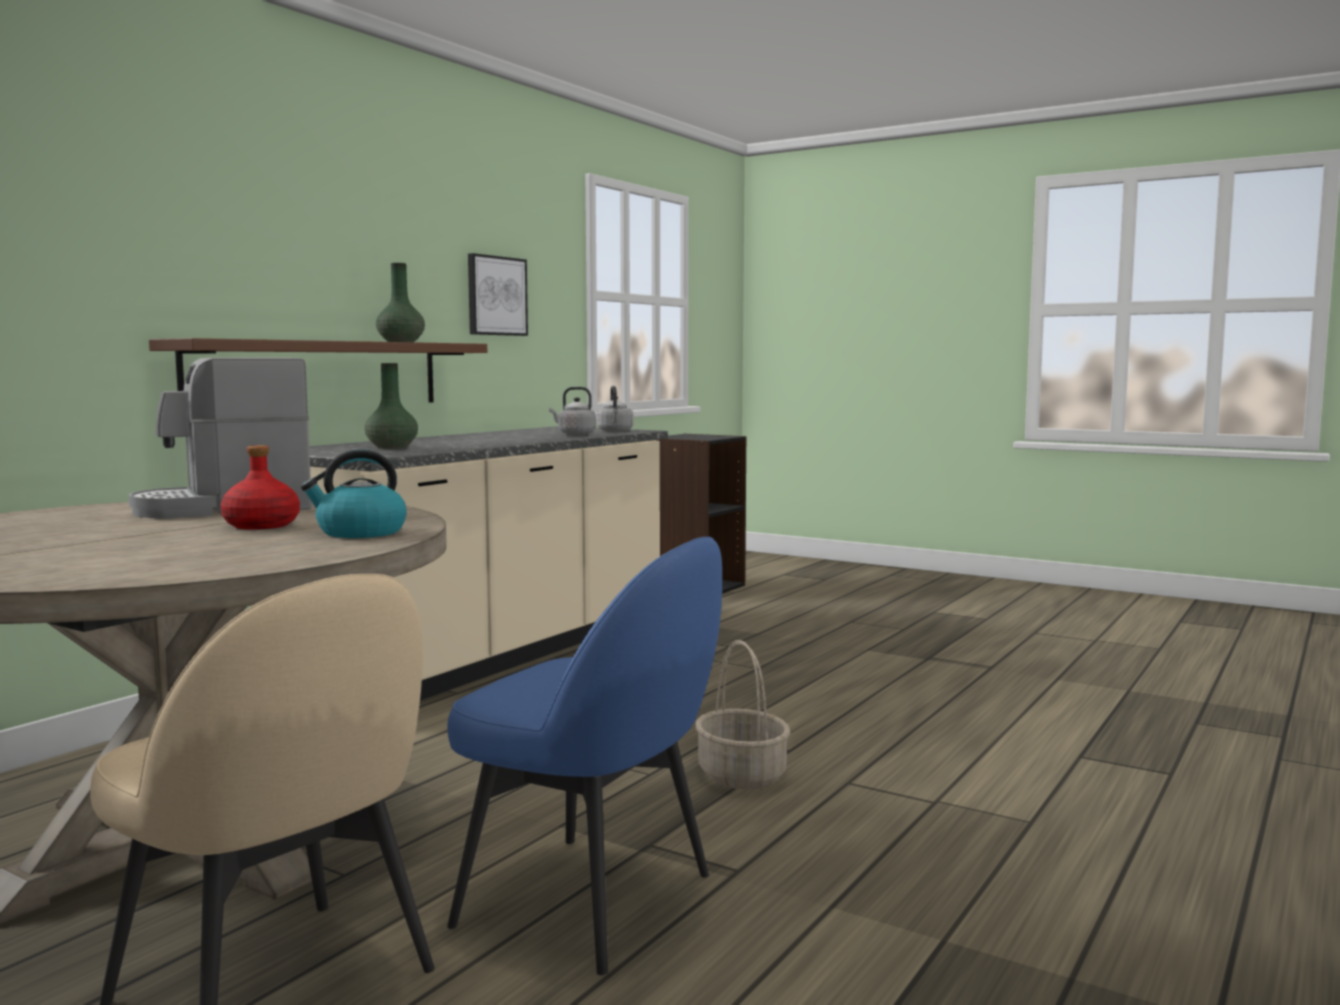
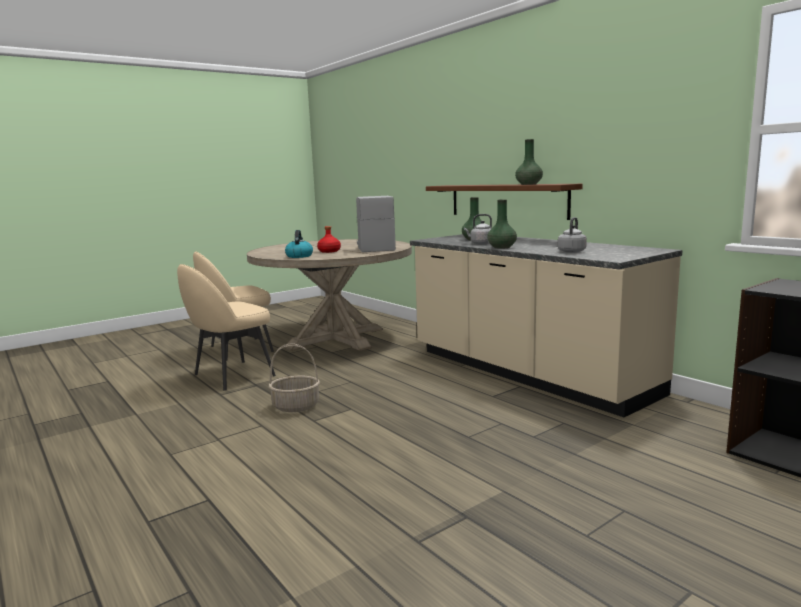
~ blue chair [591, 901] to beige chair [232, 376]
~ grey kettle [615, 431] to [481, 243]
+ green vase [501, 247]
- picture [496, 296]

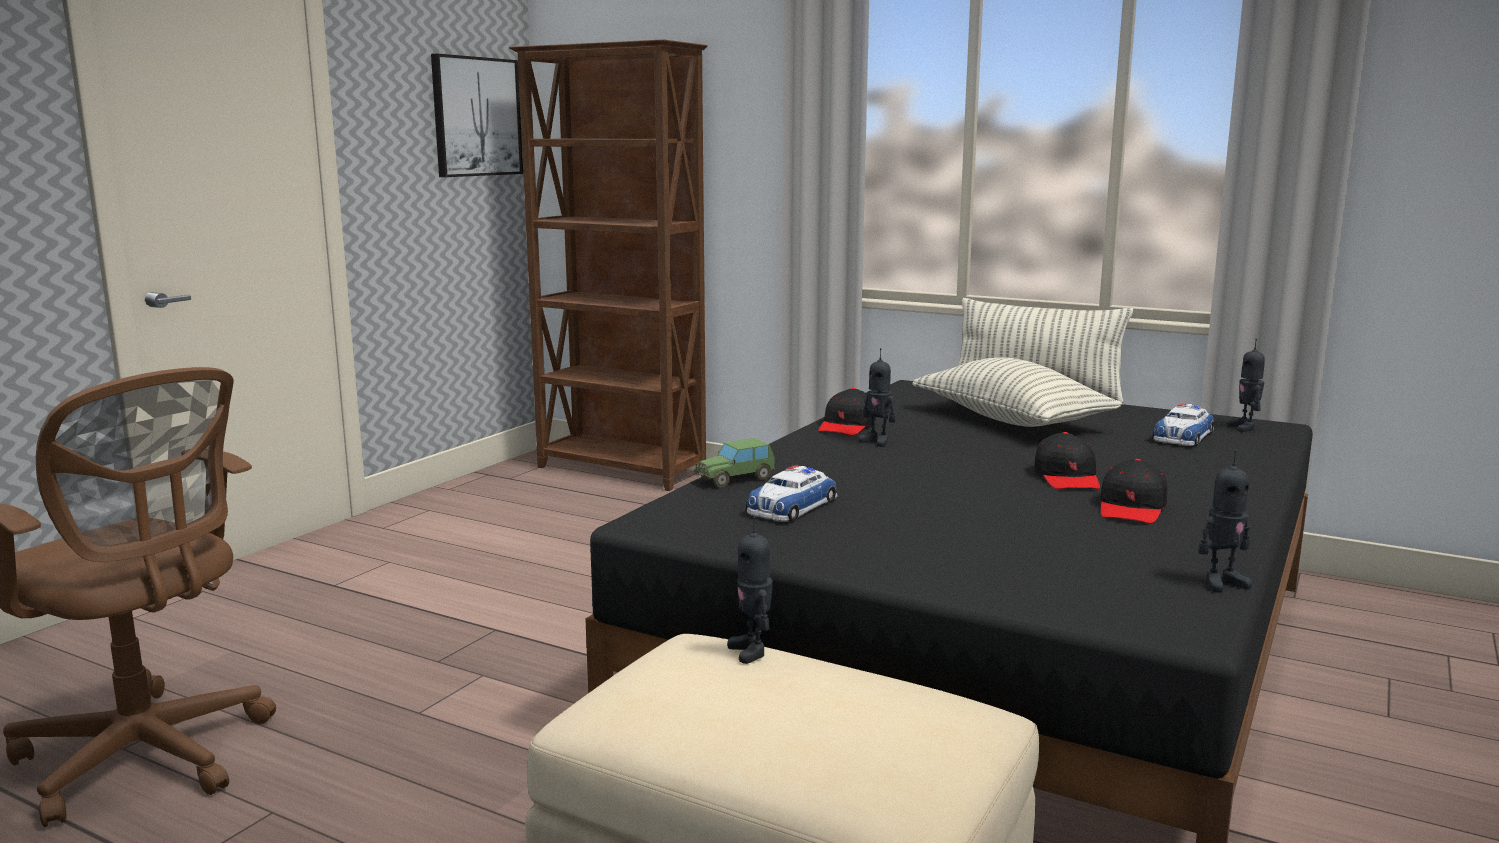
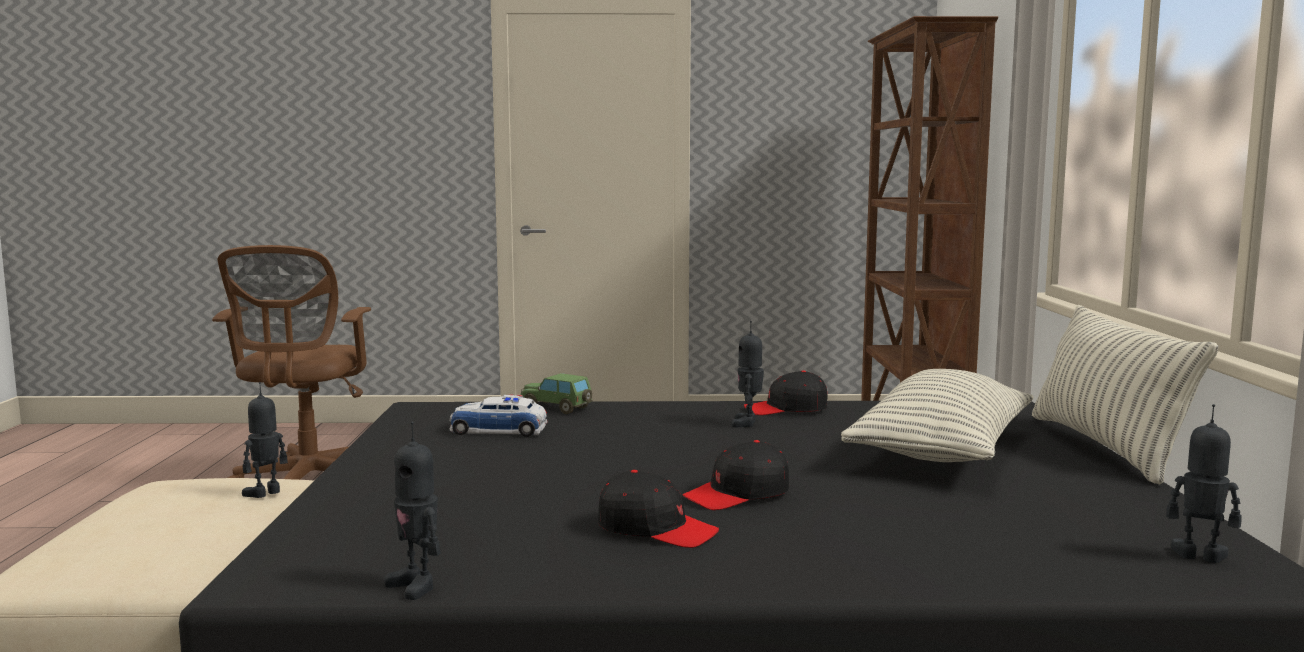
~ black cap [1132, 508] = [656, 529] 150 degrees counterclockwise
~ toy robot [1244, 428] = [1199, 557] 60 degrees clockwise
- picture [476, 117]
- toy car [1183, 436]

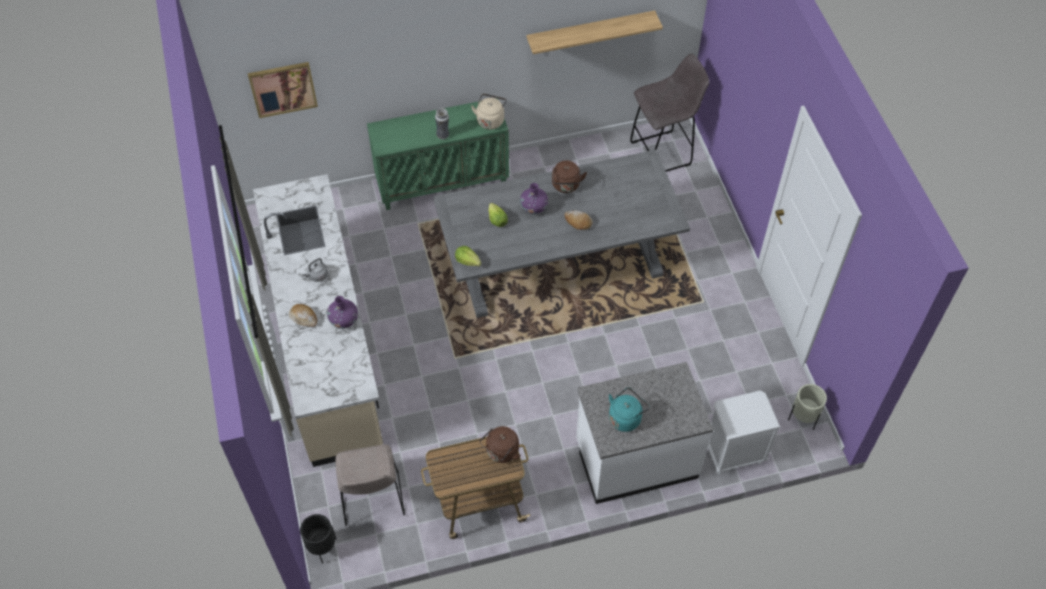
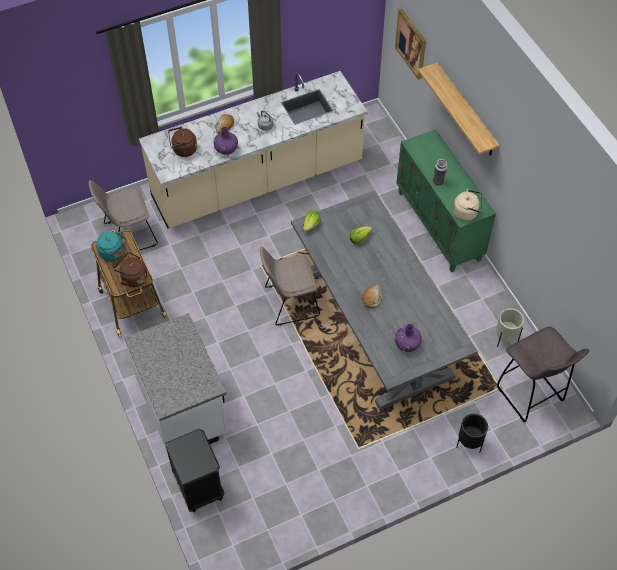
~ turquoise kettle [626, 417] to [113, 253]
~ white nightstand [733, 453] to black nightstand [199, 487]
~ brown kettle [566, 186] to [183, 150]
+ beige chair [289, 302]
~ purple vase [534, 208] to [407, 344]
~ shelf [590, 32] to [466, 111]
~ black planter [322, 548] to [469, 443]
~ beige planter [803, 418] to [505, 339]

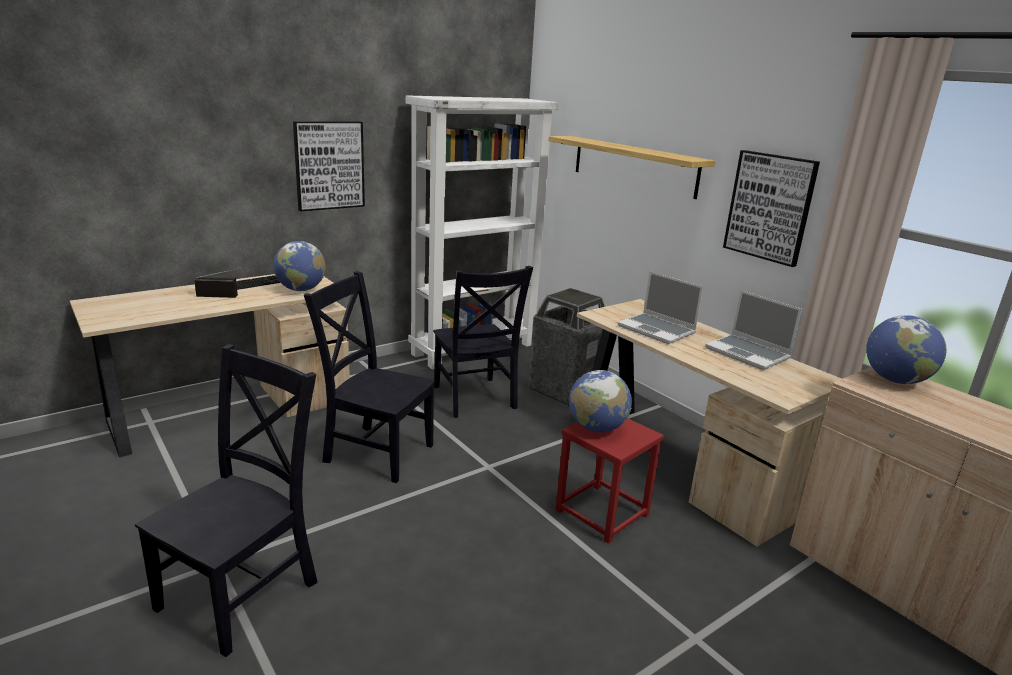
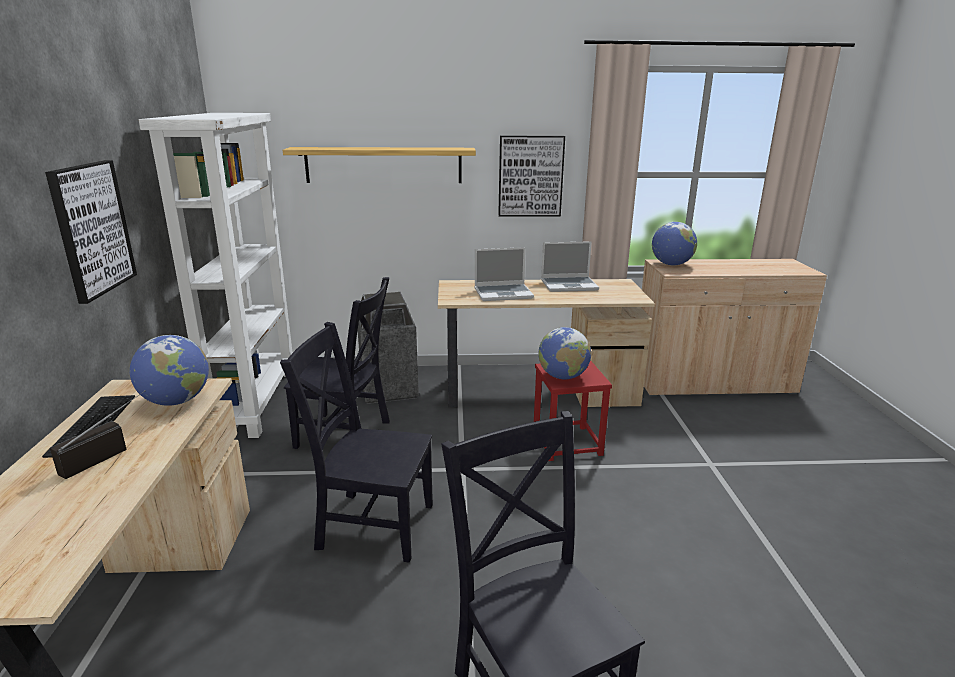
~ black chair [375, 451] = [371, 524] 45 degrees clockwise

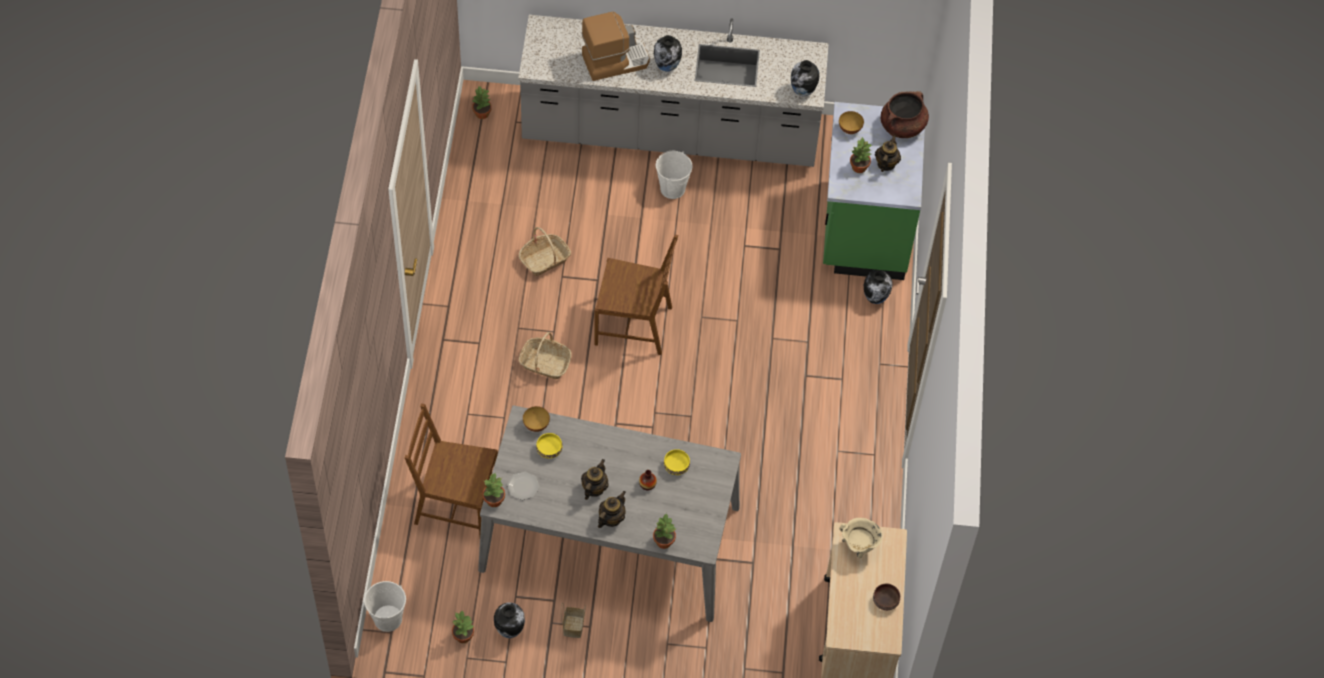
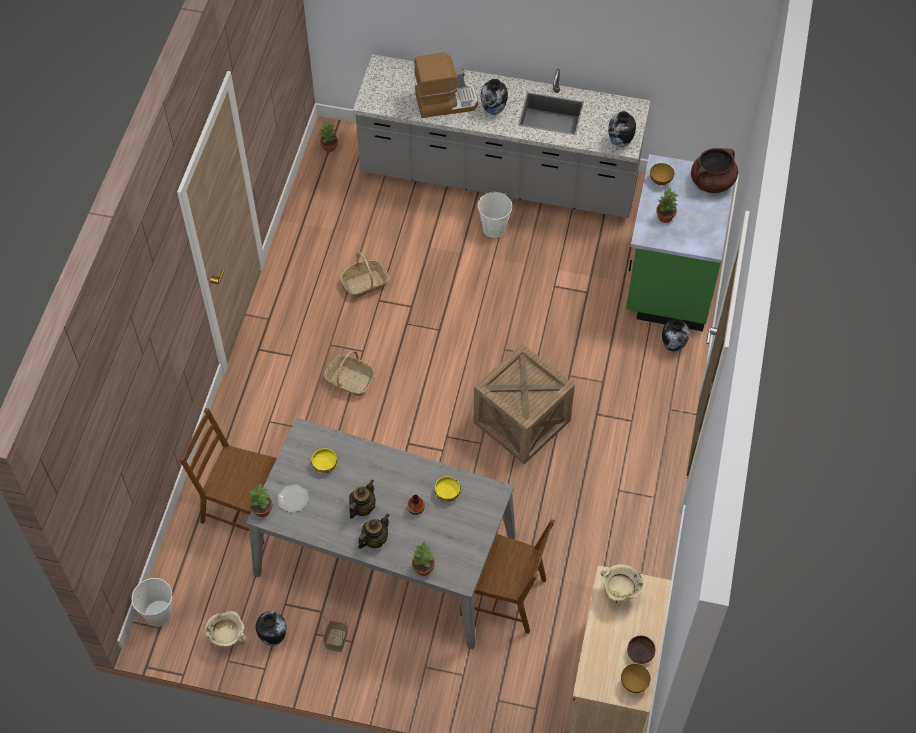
~ potted plant [463, 636] to beige cooking pot [228, 638]
~ brown chair [634, 324] to [504, 596]
+ crate [522, 422]
~ bowl [536, 425] to [634, 683]
- teapot [886, 164]

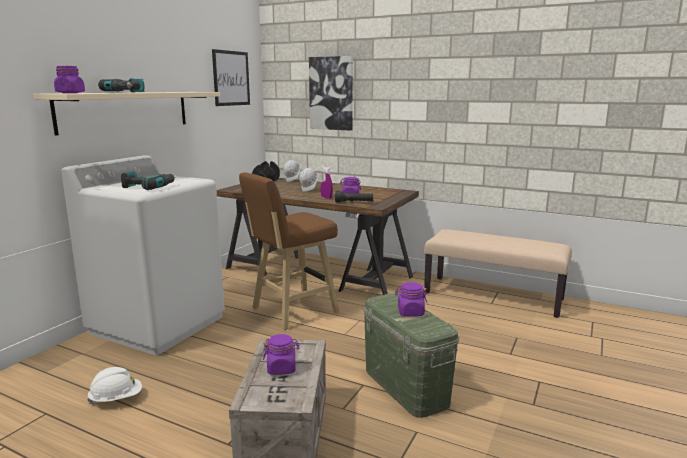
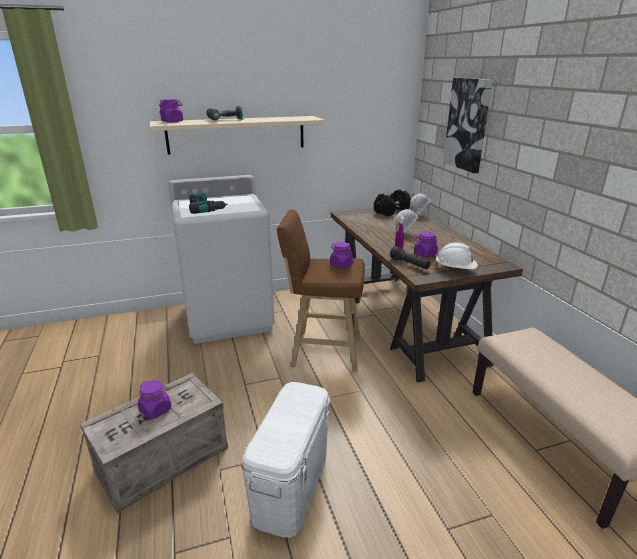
~ green storage box [406, 386] to white storage box [291, 486]
~ purple jar [410, 312] to [341, 265]
~ white hard hat [116, 399] to [455, 269]
- picture [231, 78]

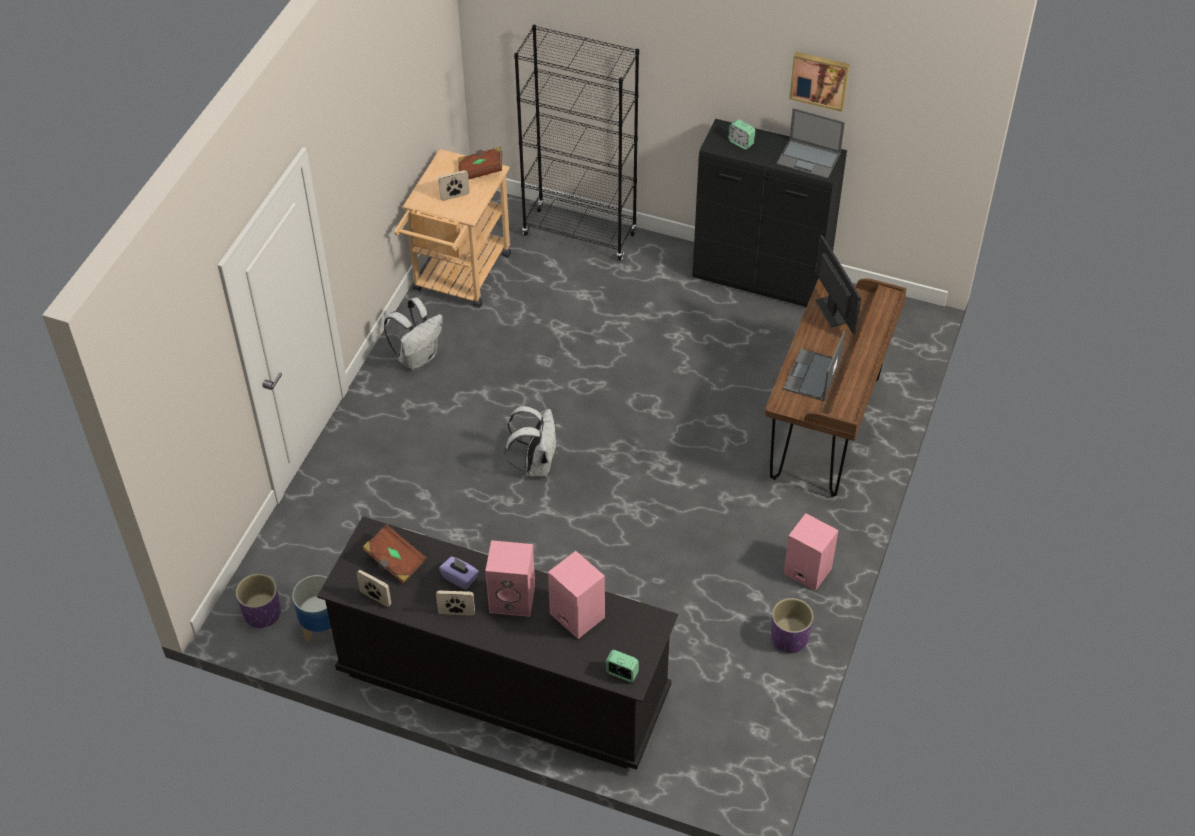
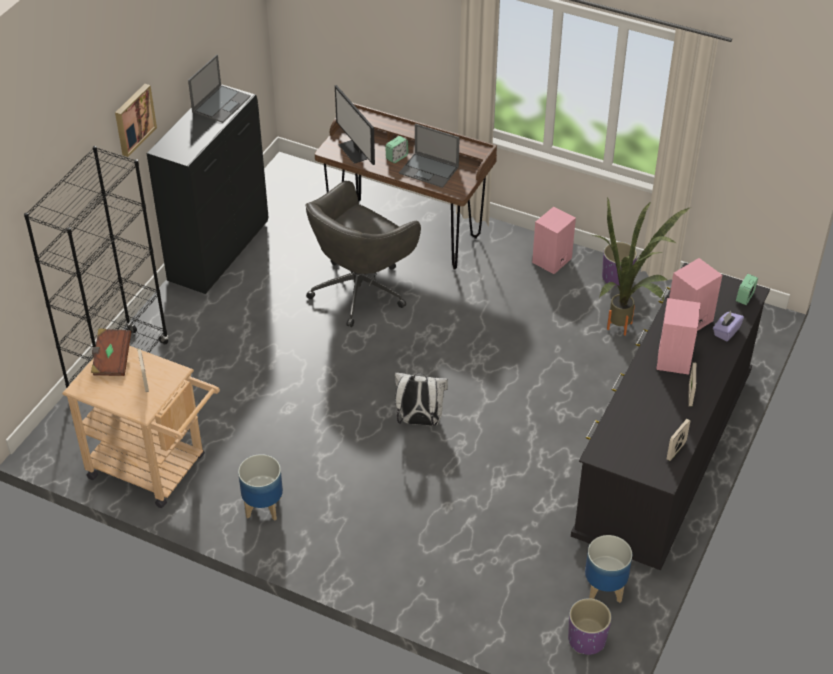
~ picture [820, 79] to [133, 119]
~ white backpack [417, 357] to planter [262, 507]
+ grey office chair [361, 290]
~ monitor [832, 310] = [356, 151] 105 degrees counterclockwise
~ alarm clock [741, 142] to [397, 157]
+ potted plant [626, 330]
~ purple tissue box [460, 578] to [726, 332]
- brown book [394, 561]

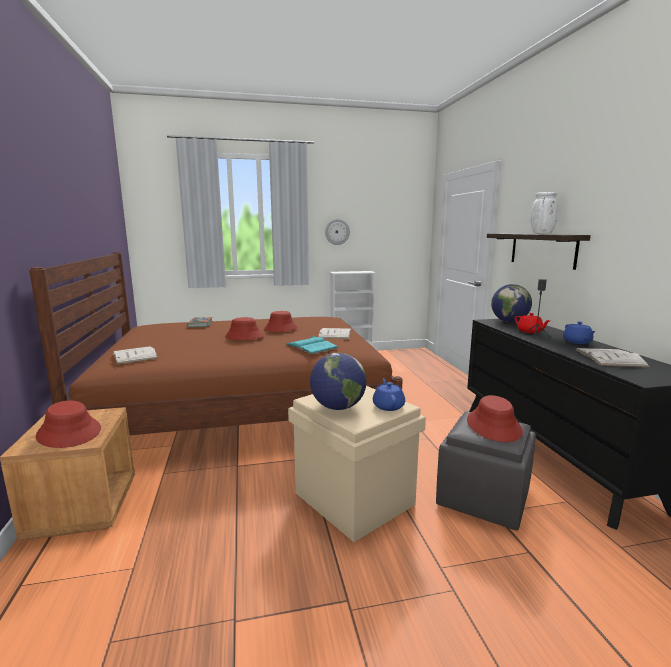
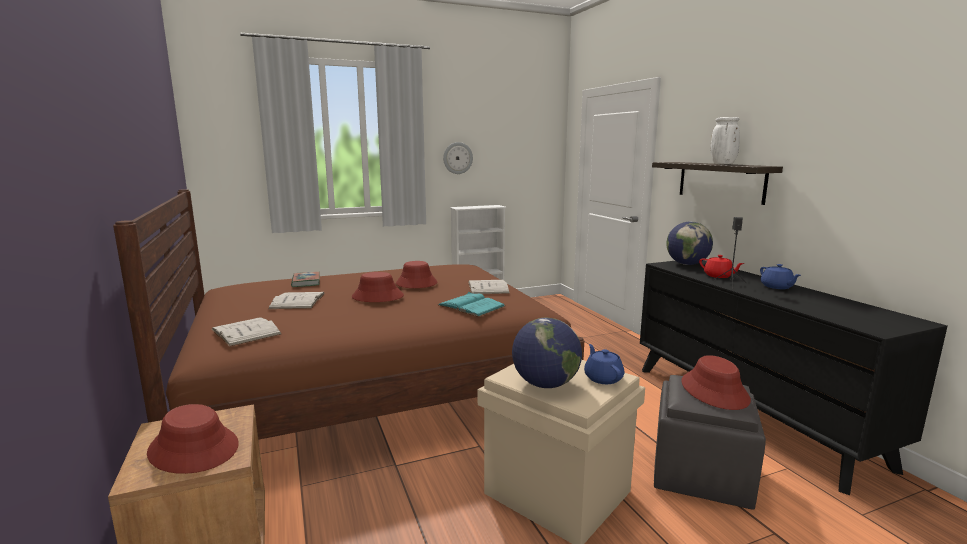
~ white book [609, 358] to [297, 301]

